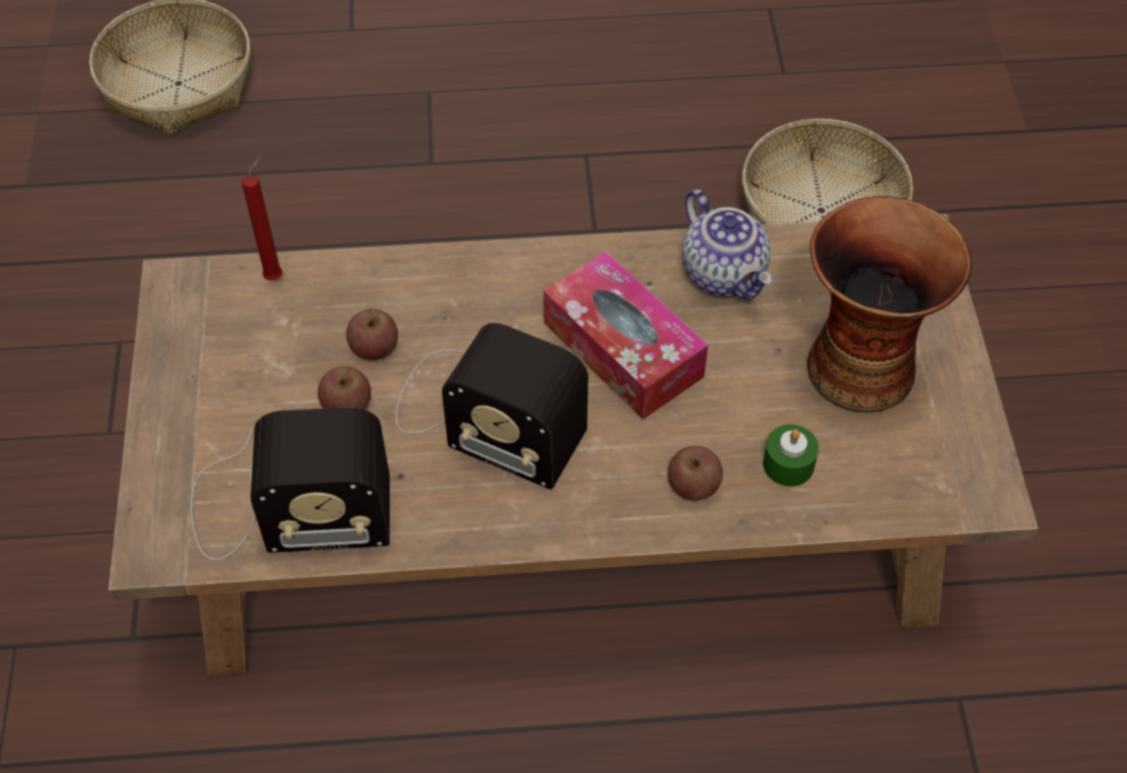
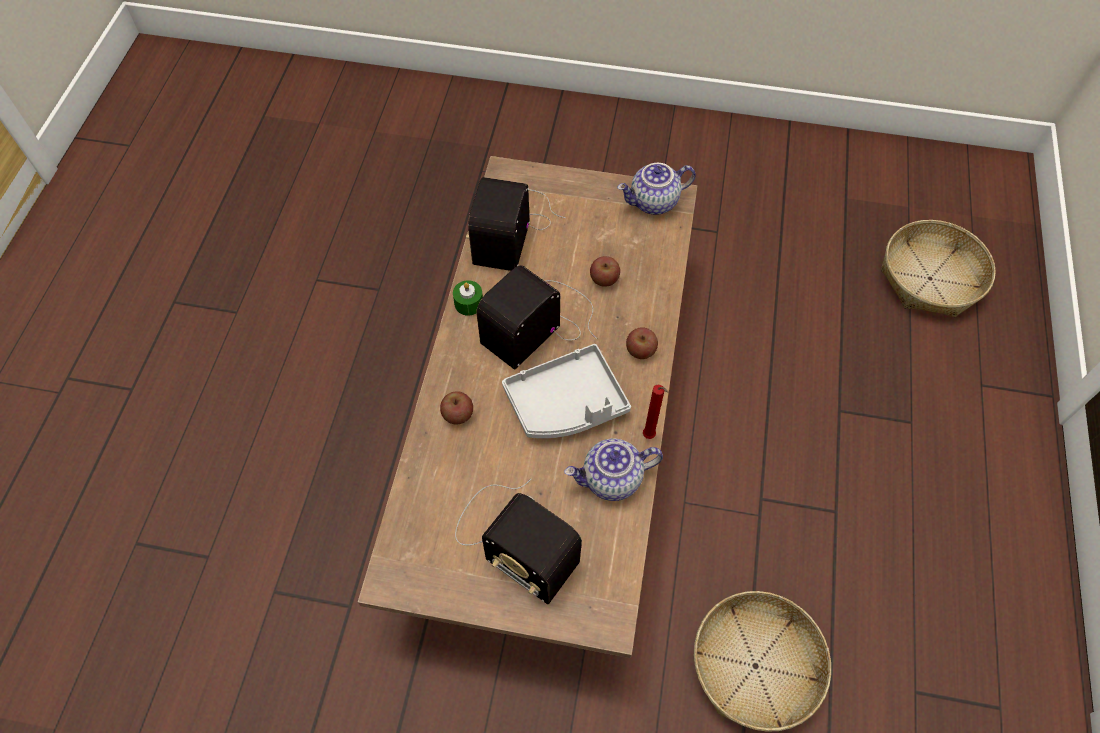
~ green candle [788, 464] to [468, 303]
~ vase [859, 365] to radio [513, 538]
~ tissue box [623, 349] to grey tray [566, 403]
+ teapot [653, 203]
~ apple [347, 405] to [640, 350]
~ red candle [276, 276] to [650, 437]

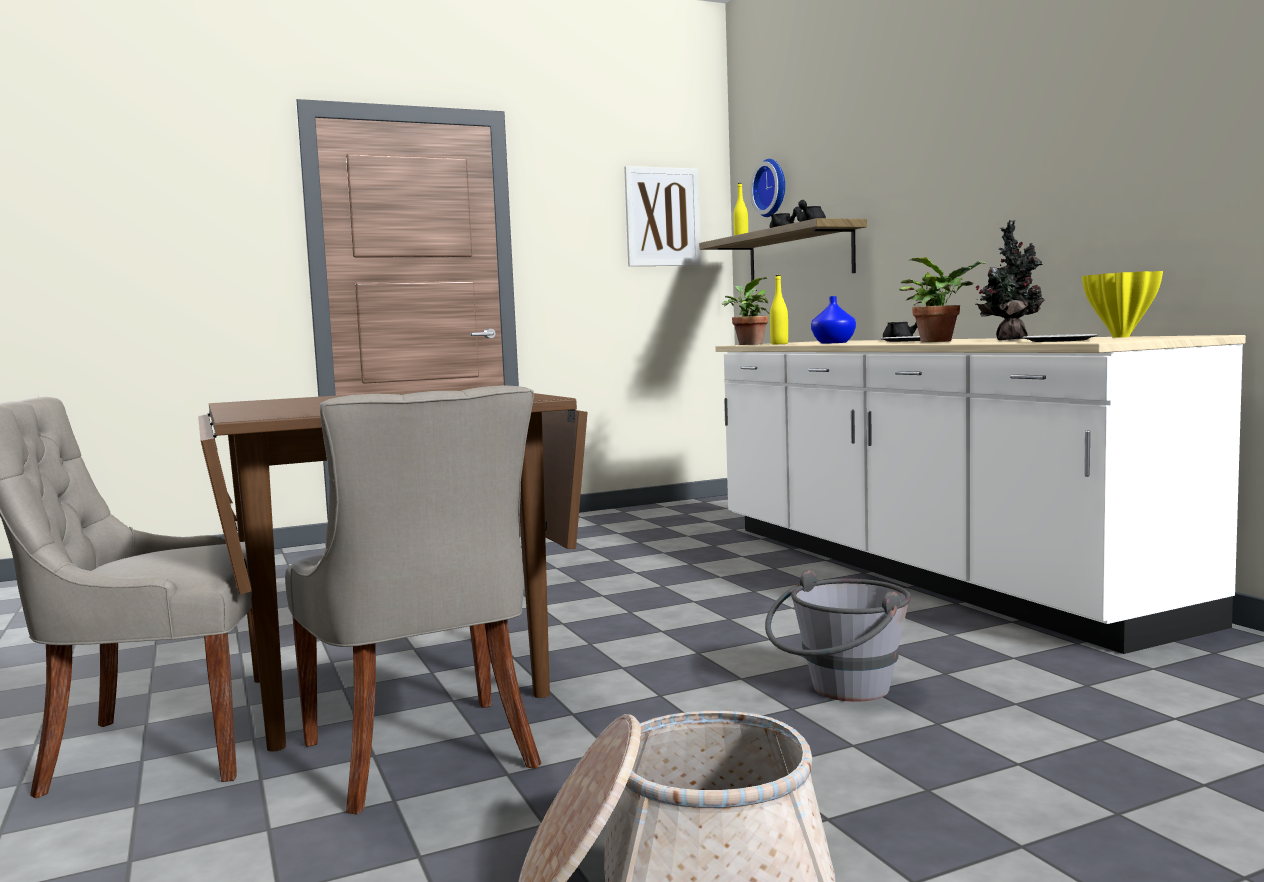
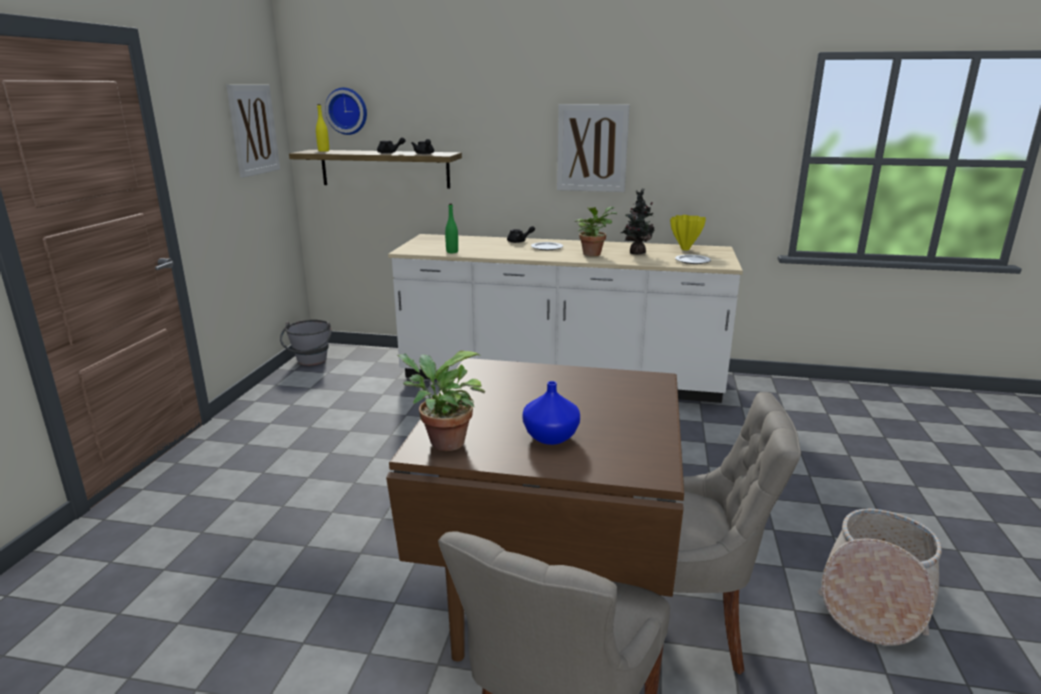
~ grey bucket [840, 692] to [310, 362]
~ potted plant [748, 344] to [442, 443]
~ yellow bottle [779, 344] to green bottle [452, 252]
~ blue vase [833, 343] to [551, 437]
+ picture [592, 148]

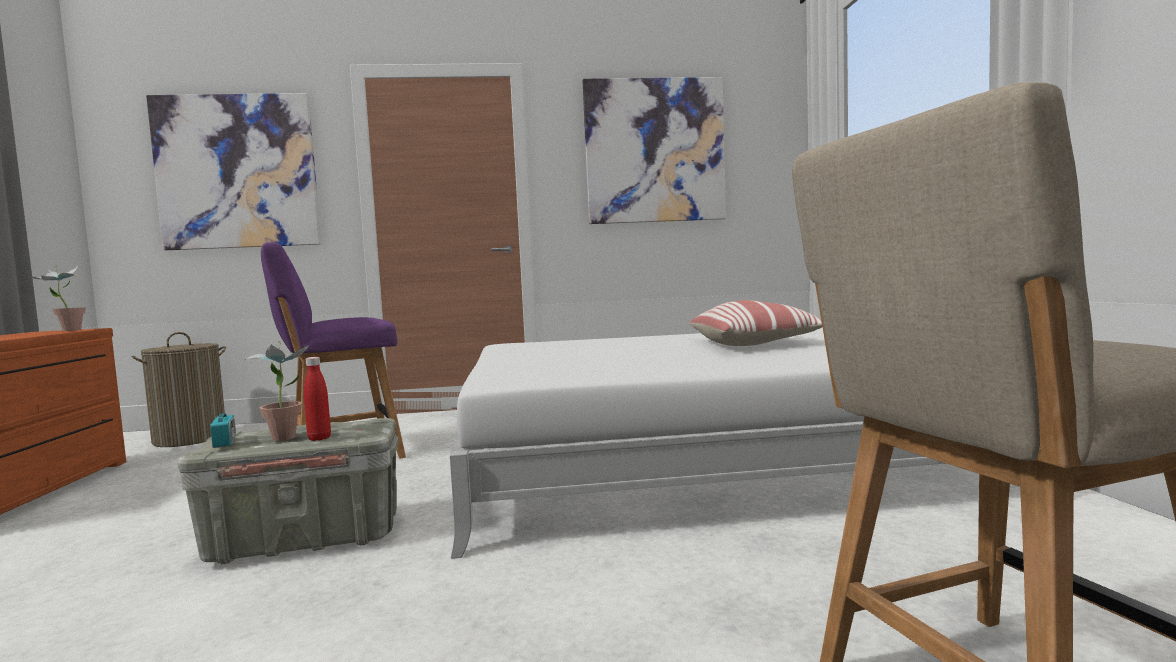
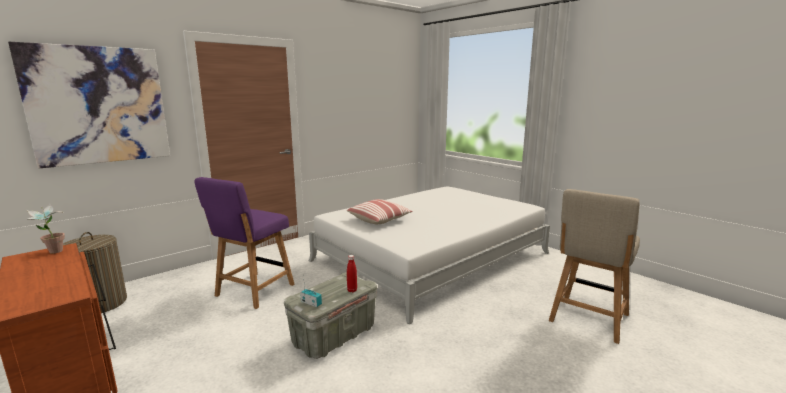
~ pillow [755, 344] to [379, 219]
- potted plant [286, 435]
- picture [654, 151]

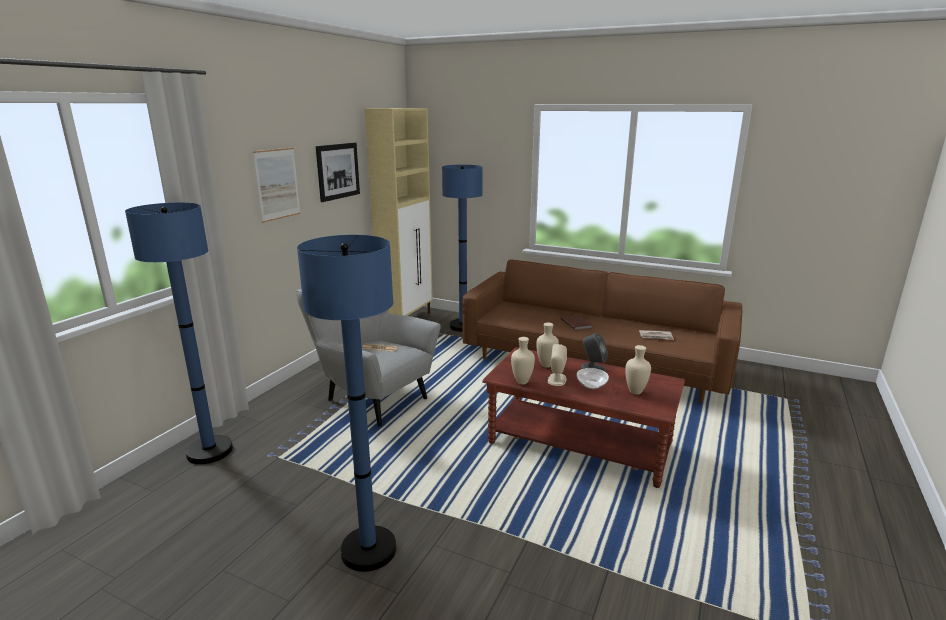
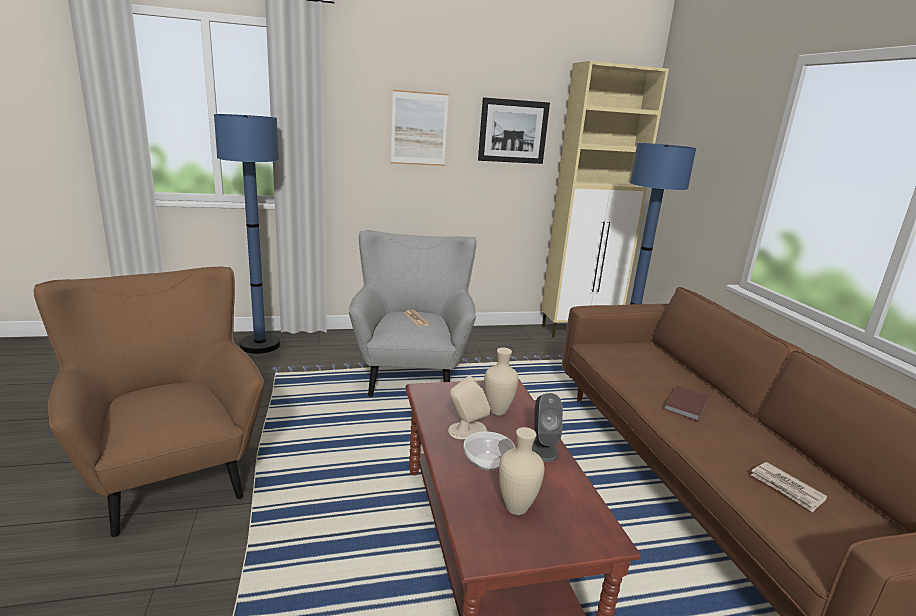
~ blue floor lamp [368, 550] to brown armchair [170, 471]
- beige vase [521, 382]

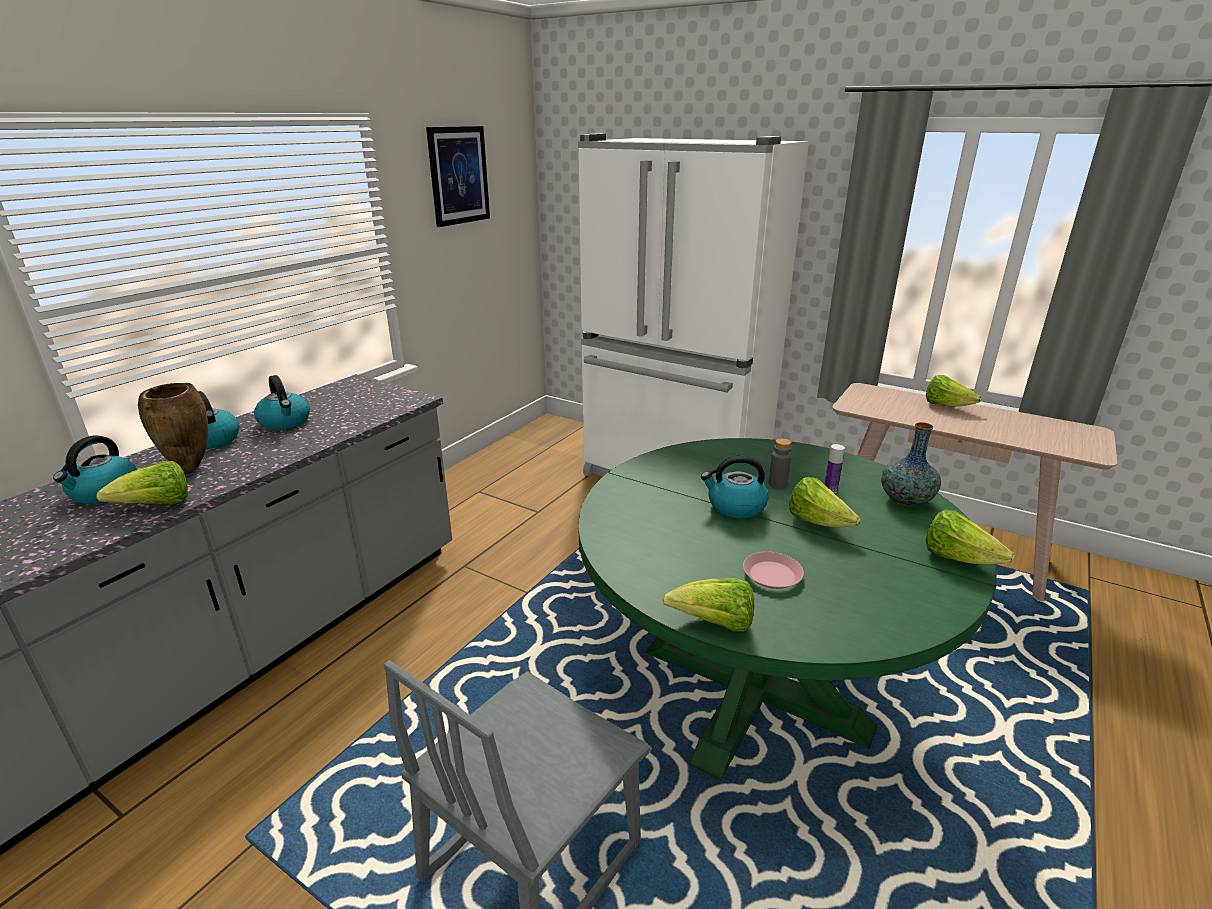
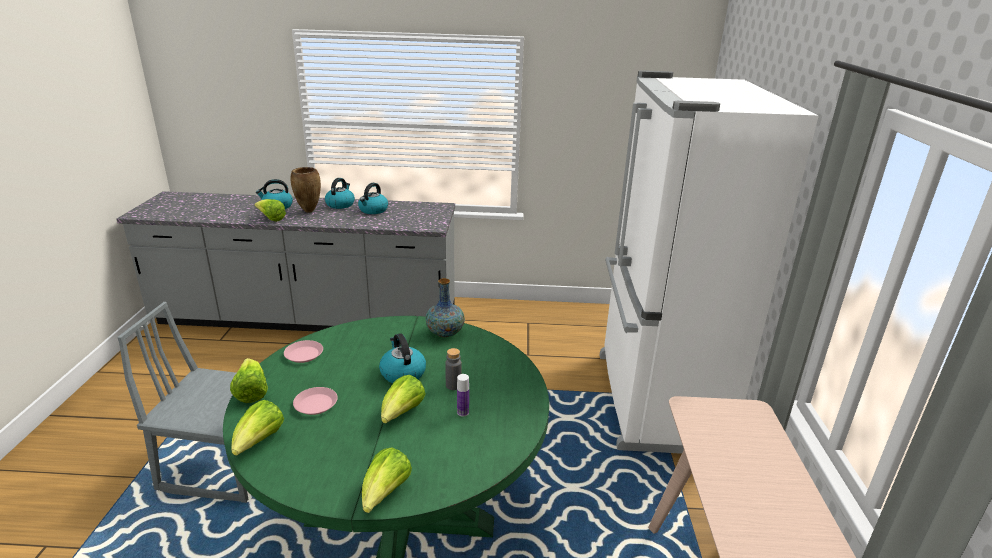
~ lettuce [946, 406] to [259, 442]
+ pink plate [303, 354]
~ vase [905, 500] to [445, 333]
- picture [458, 175]

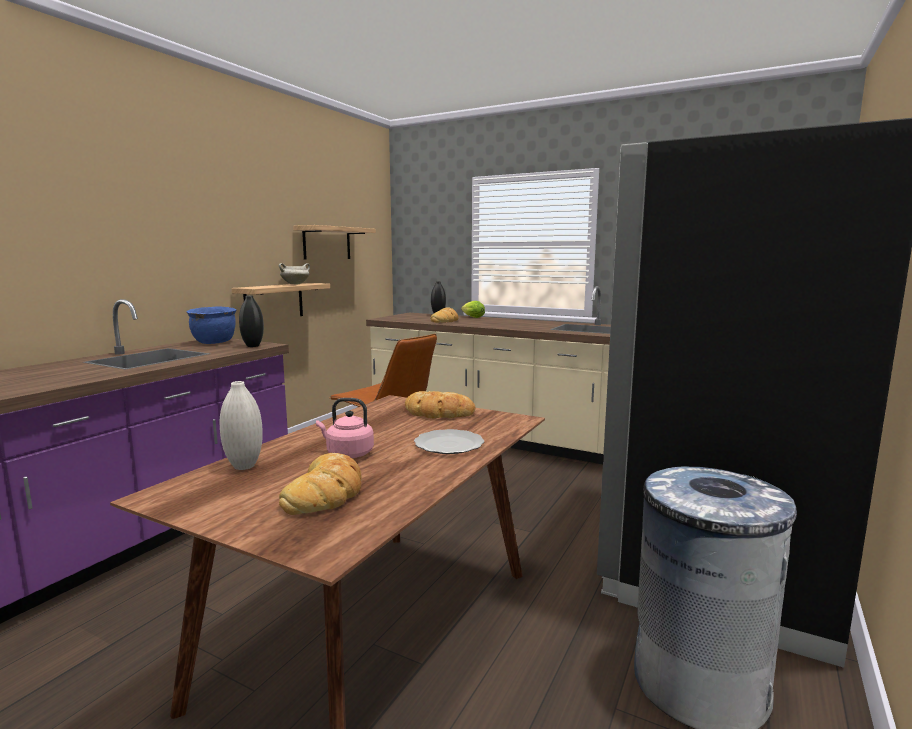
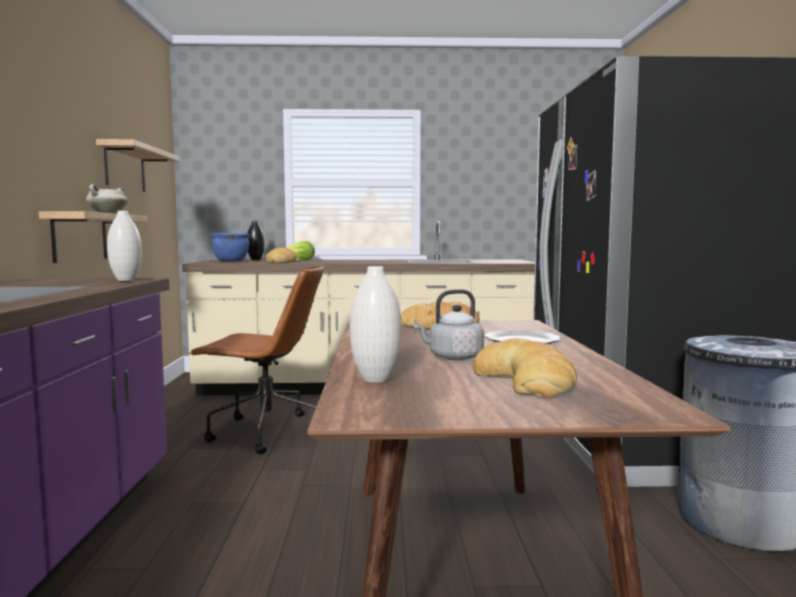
~ black vase [253, 346] to white vase [126, 280]
~ blue cooking pot [214, 342] to [231, 261]
~ pink kettle [347, 454] to grey kettle [452, 357]

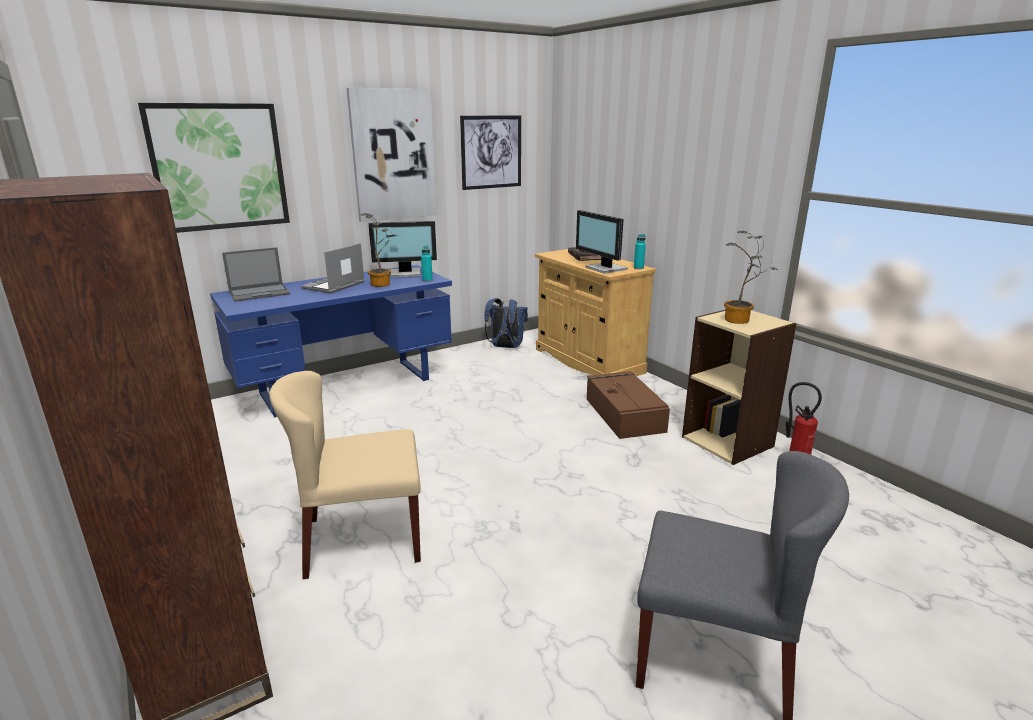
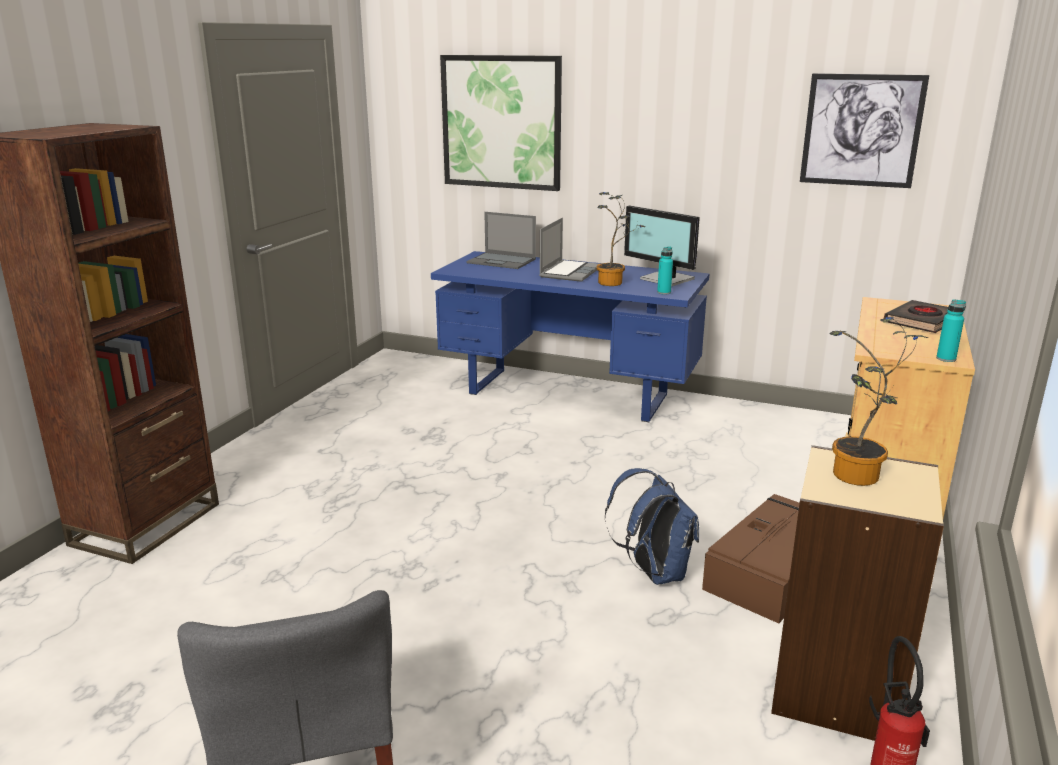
~ laptop [334, 286] = [570, 272] 120 degrees clockwise
~ blue backpack [505, 347] to [653, 572]
- beige chair [362, 540]
- picture [393, 155]
- monitor [605, 269]

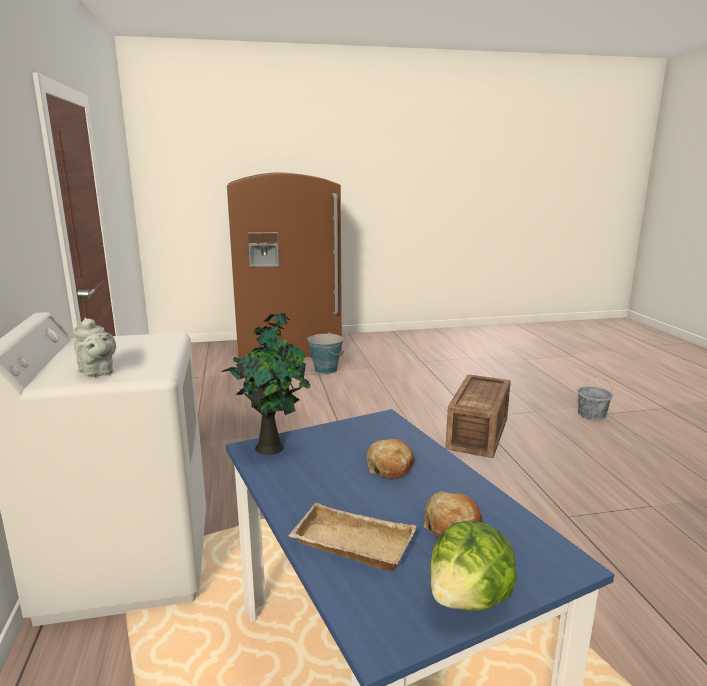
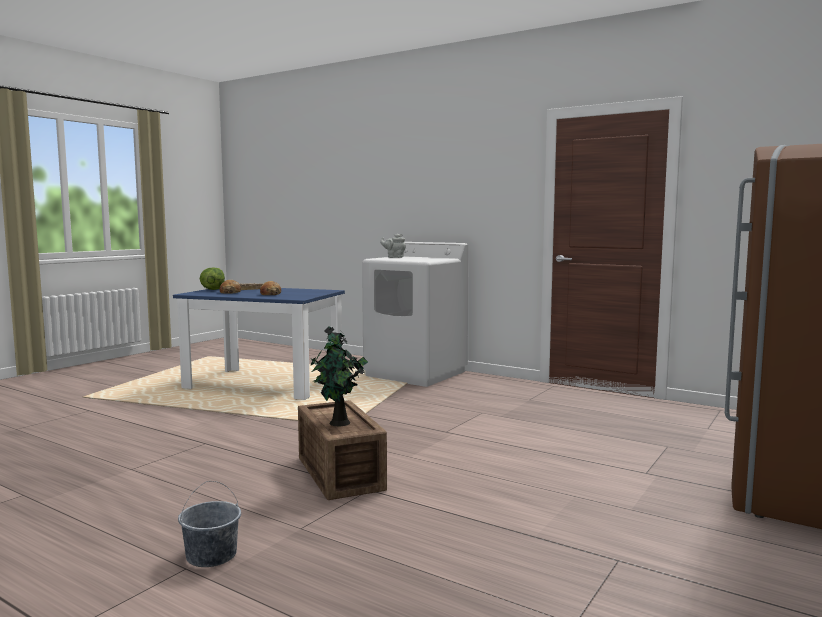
~ potted plant [272, 446] to [339, 423]
- bucket [326, 370]

